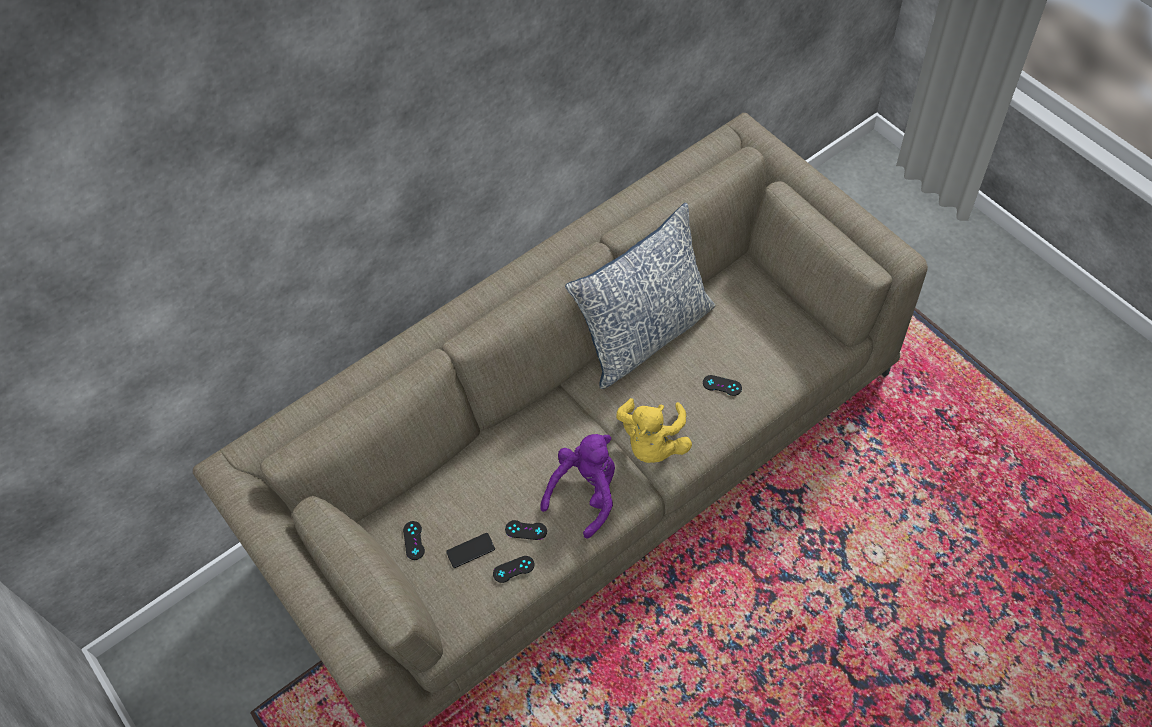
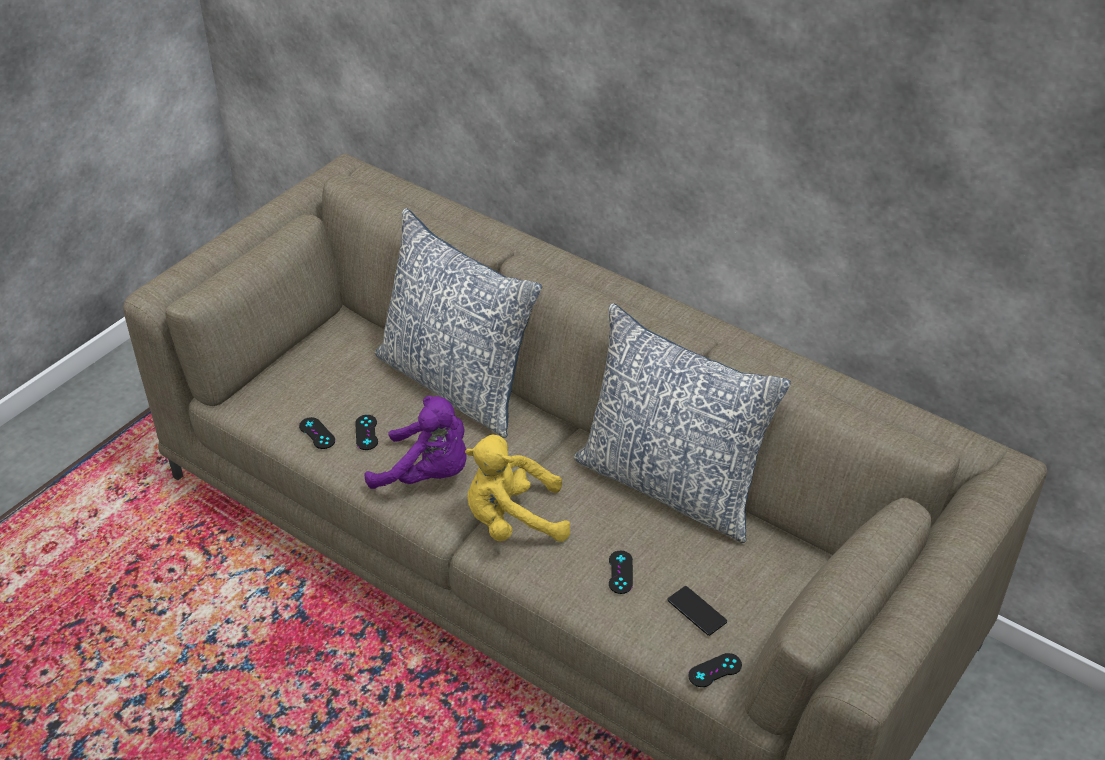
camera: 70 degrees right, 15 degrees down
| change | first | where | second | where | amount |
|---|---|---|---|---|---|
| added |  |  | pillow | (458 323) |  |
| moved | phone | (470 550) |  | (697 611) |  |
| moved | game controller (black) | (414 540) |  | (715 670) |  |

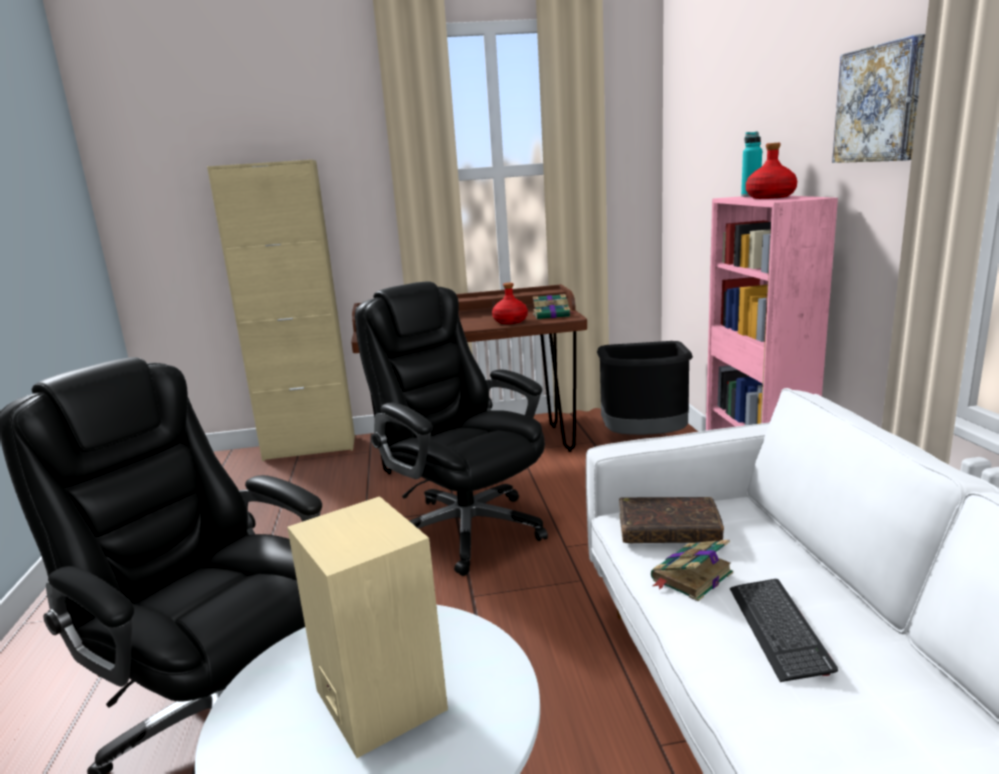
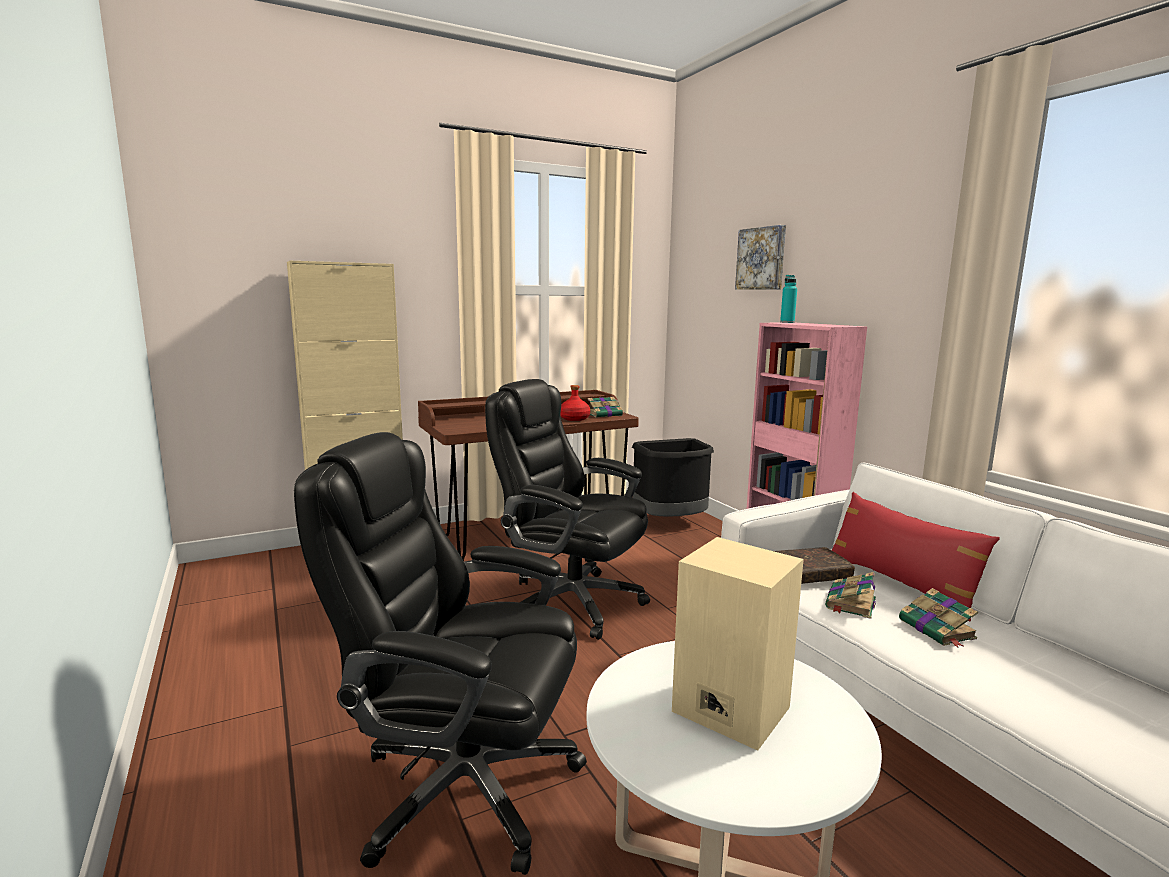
camera: 20 degrees left, 5 degrees down
| change | first | where | second | where | amount |
|---|---|---|---|---|---|
| moved | picture | (878 98) |  | (760 257) |  |
| added |  |  | pillow (red) | (916 556) |  |
| replaced | keyboard | (784 630) | book | (938 617) |  |
| removed | bottle (red) | (771 171) |  |  |  |

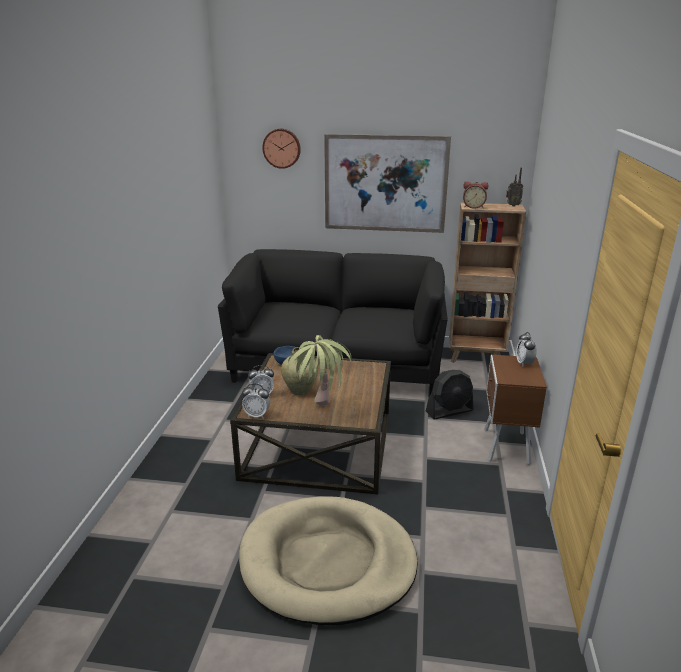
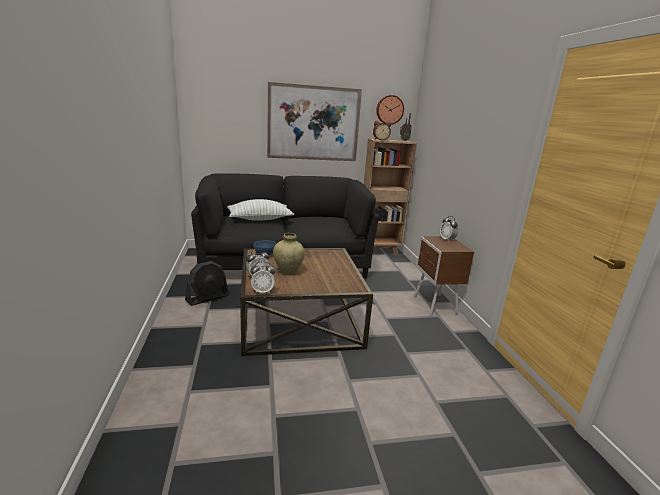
camera: 20 degrees left, 5 degrees down
| change | first | where | second | where | amount |
|---|---|---|---|---|---|
| moved | fan (black) | (450 395) |  | (207 283) |  |
| added |  |  | pillow | (260 210) |  |
| moved | wall clock | (281 149) |  | (390 110) |  |
| removed | dog bed (beige) | (328 560) |  |  |  |
| removed | potted plant | (319 370) |  |  |  |

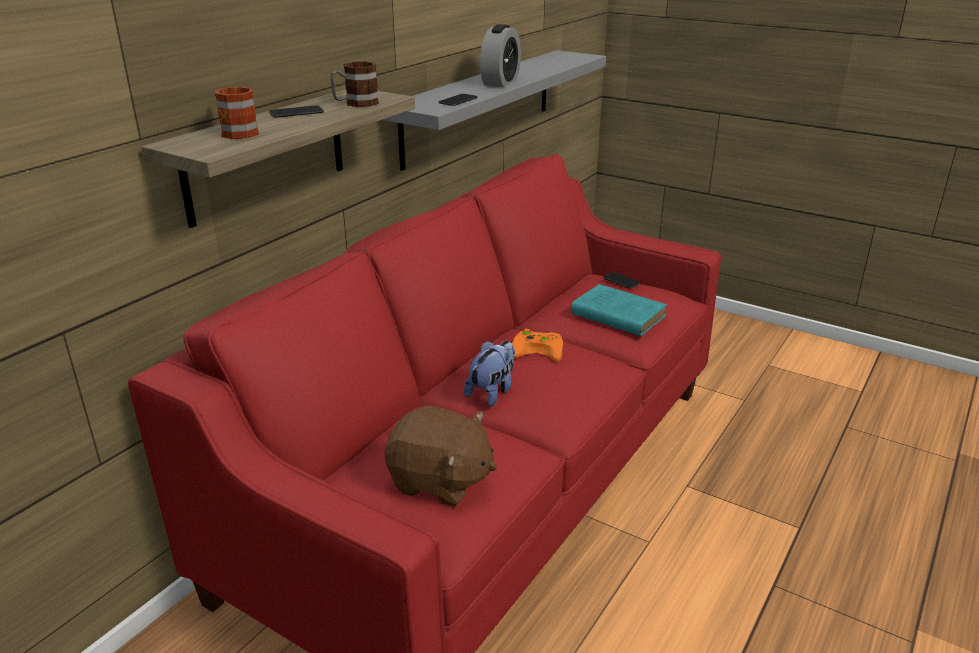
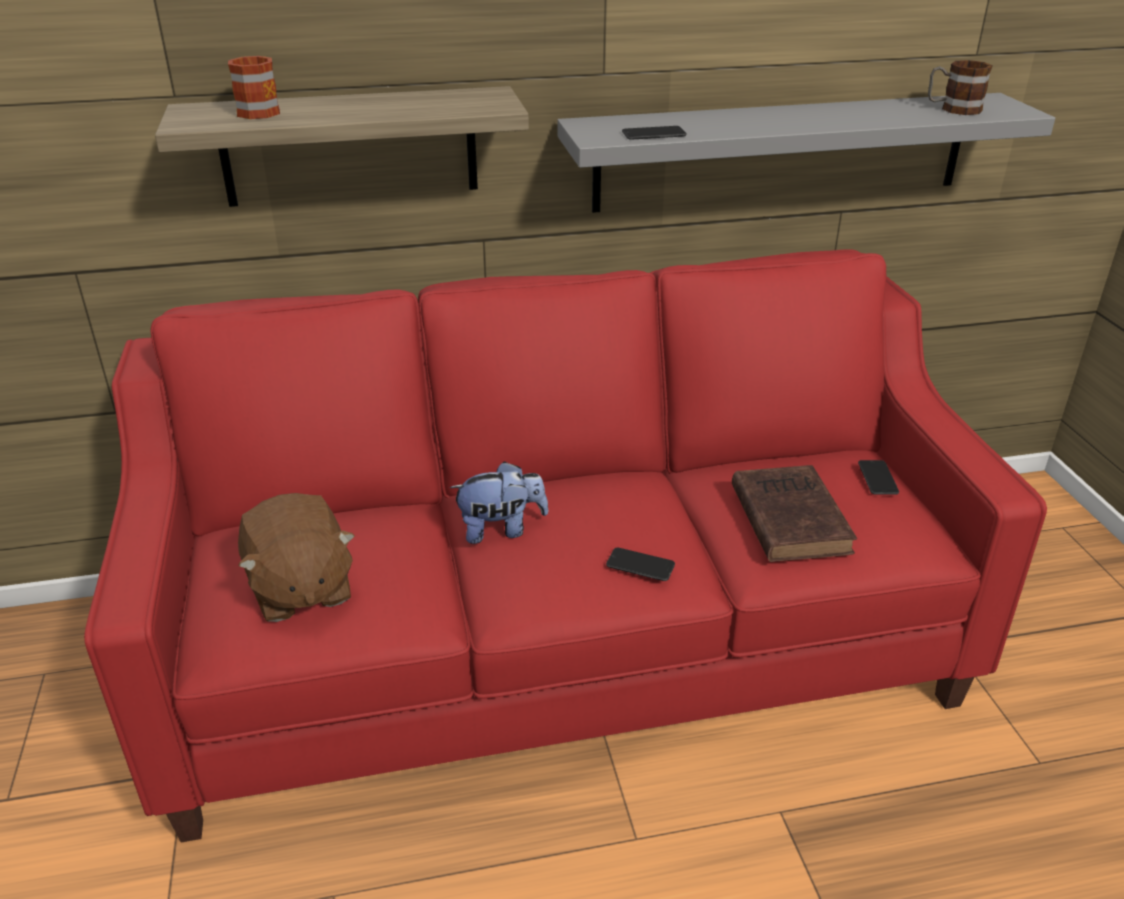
camera: 45 degrees right, 5 degrees up
| change | first | where | second | where | amount |
|---|---|---|---|---|---|
| moved | phone | (296 111) |  | (640 564) |  |
| recoloured | book (turquoise) | (619 310) | book (brown) | (794 513) |  |
| moved | mug | (354 84) |  | (960 87) |  |
| removed | alarm clock | (500 55) |  |  |  |
| removed | game controller (orange) | (537 345) |  |  |  |

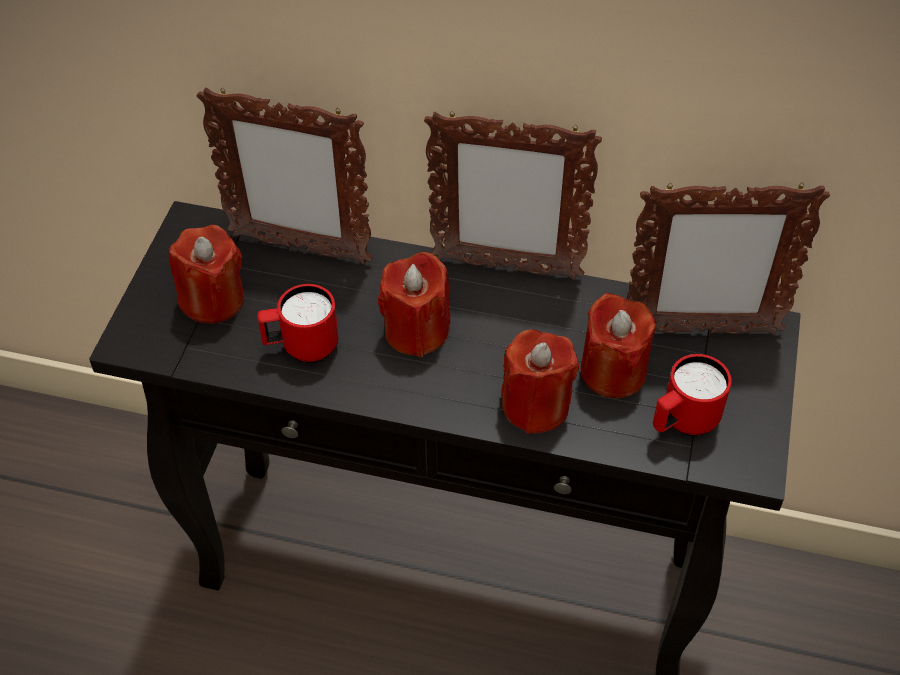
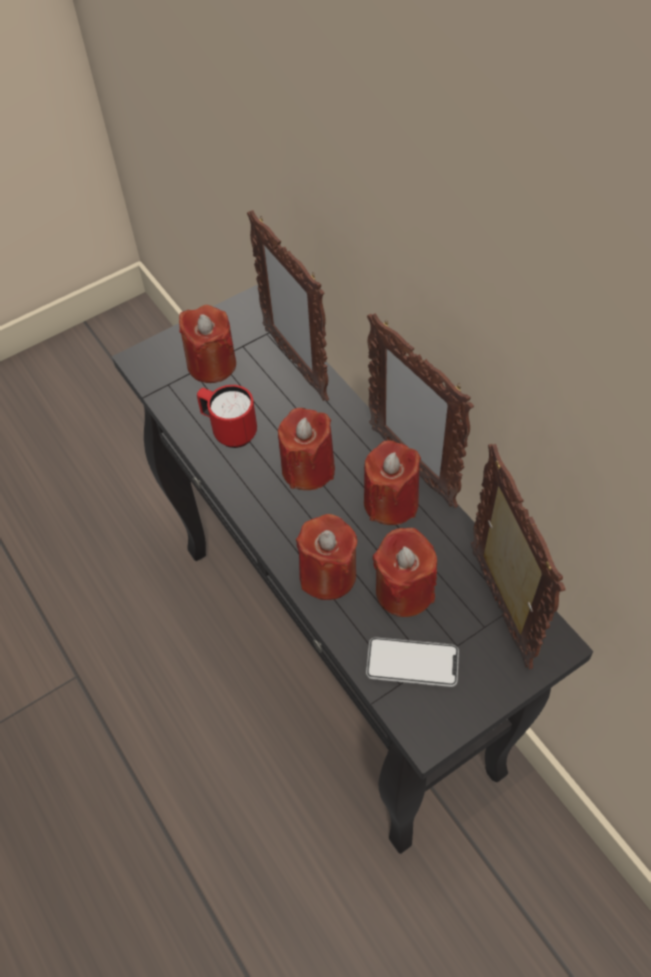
camera: 45 degrees right, 5 degrees up
| change | first | where | second | where | amount |
|---|---|---|---|---|---|
| added |  |  | candle (red) | (392 482) |  |
| replaced | mug (red) | (692 395) | phone | (412 662) |  |
| turned | picture frame | (728 258) |  | (518 557) | 150 degrees counterclockwise |

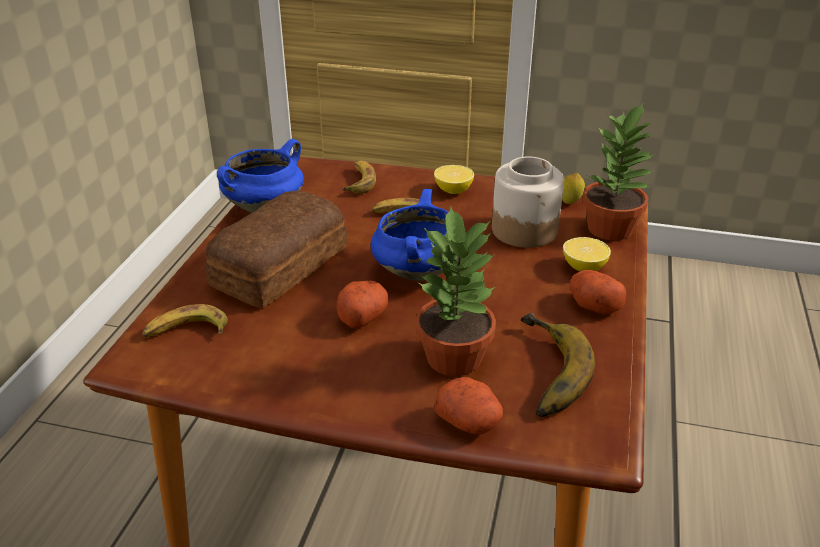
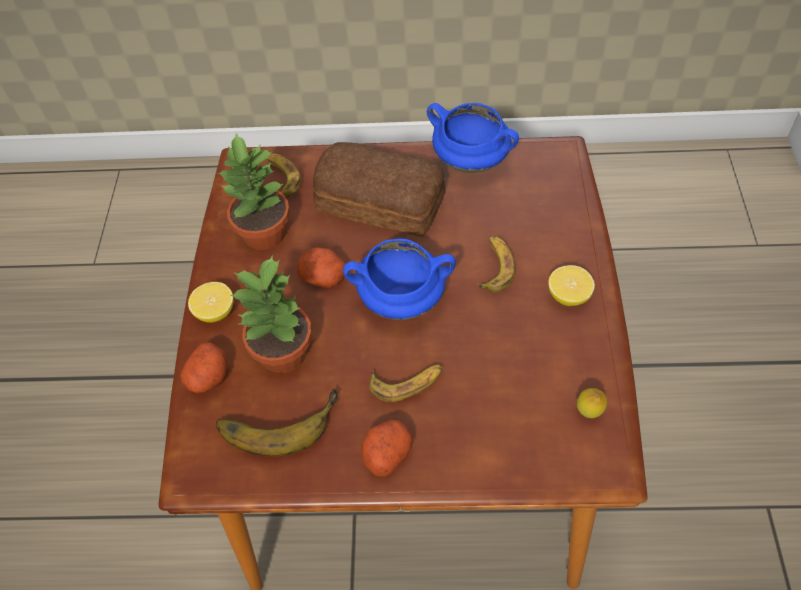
camera: 80 degrees right, 20 degrees up
| change | first | where | second | where | amount |
|---|---|---|---|---|---|
| moved | lemon | (587 254) |  | (211 302) |  |
| moved | potted plant | (618 171) |  | (254 191) |  |
| moved | banana | (359 177) |  | (405 383) |  |
| removed | jar | (528 202) |  |  |  |

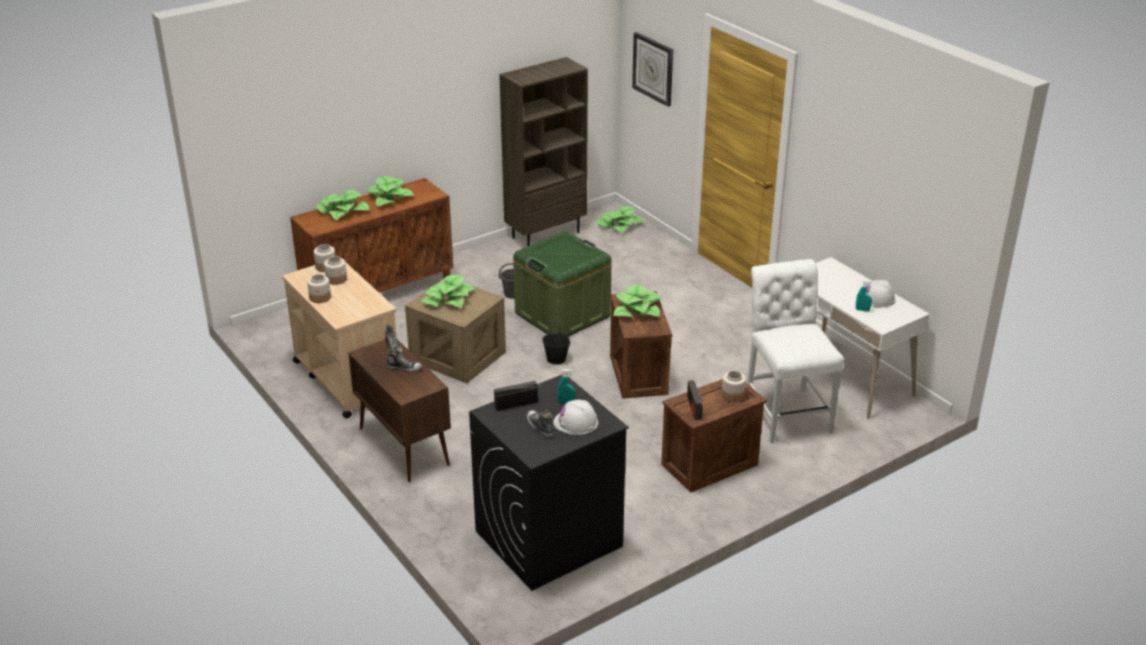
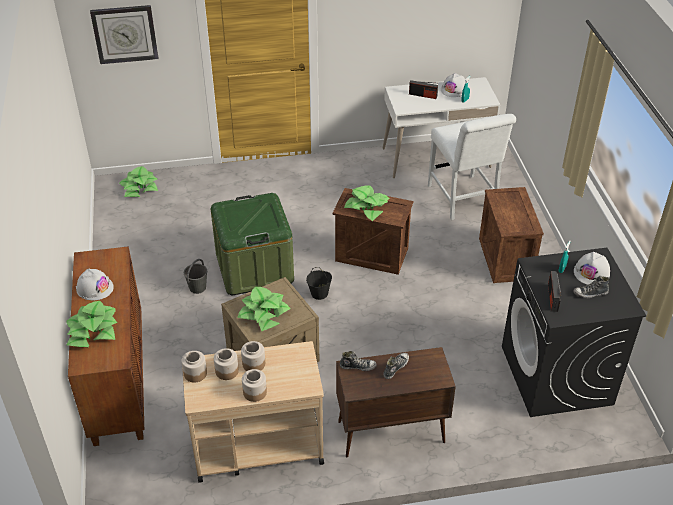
camera: 65 degrees left, 10 degrees up
| change | first | where | second | where | amount |
|---|---|---|---|---|---|
| replaced | potted plant | (391 191) | hard hat (white) | (95 284) |  |
| moved | jar | (733 386) |  | (253 356) |  |
| moved | radio | (695 400) |  | (423 89) |  |
| turned | chair (white) | (795 351) |  | (472 167) | 120 degrees counterclockwise |
| removed | bookcase (brown) | (543 151) |  |  |  |

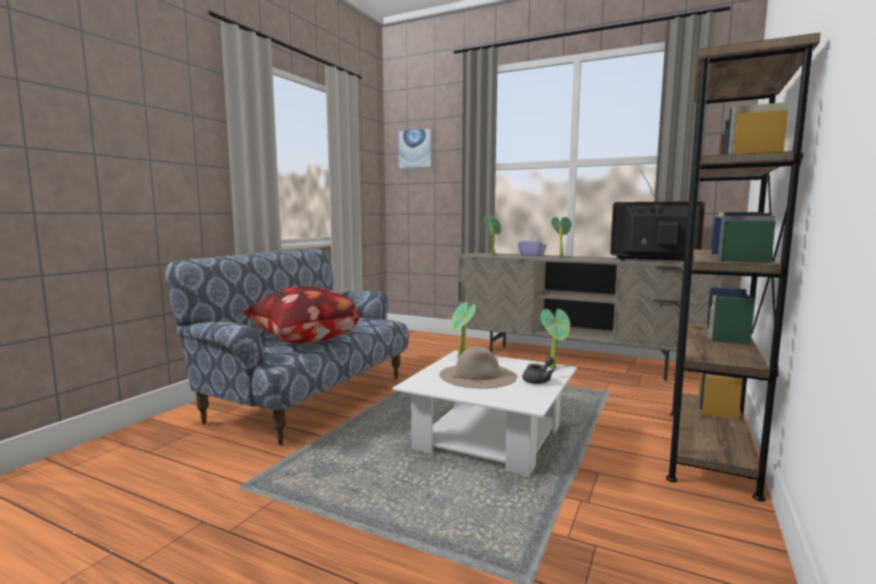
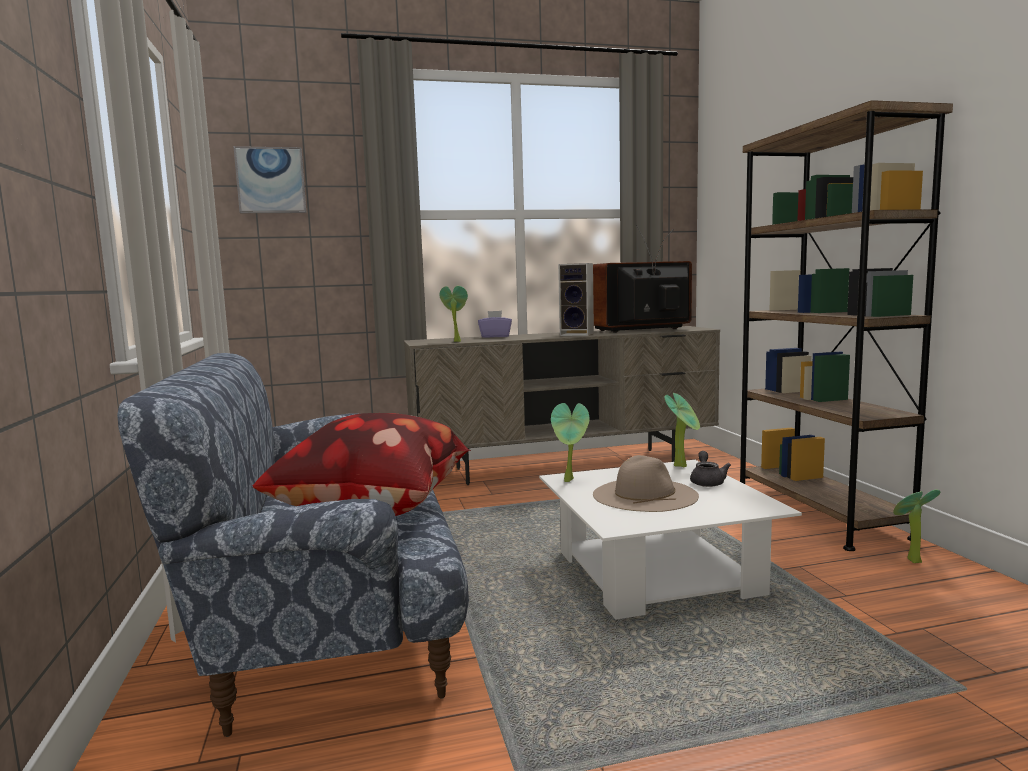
camera: 40 degrees left, 0 degrees up
| change | first | where | second | where | amount |
|---|---|---|---|---|---|
| added |  |  | speaker | (576 299) |  |
| moved | potted plant | (561 237) |  | (916 526) |  |

